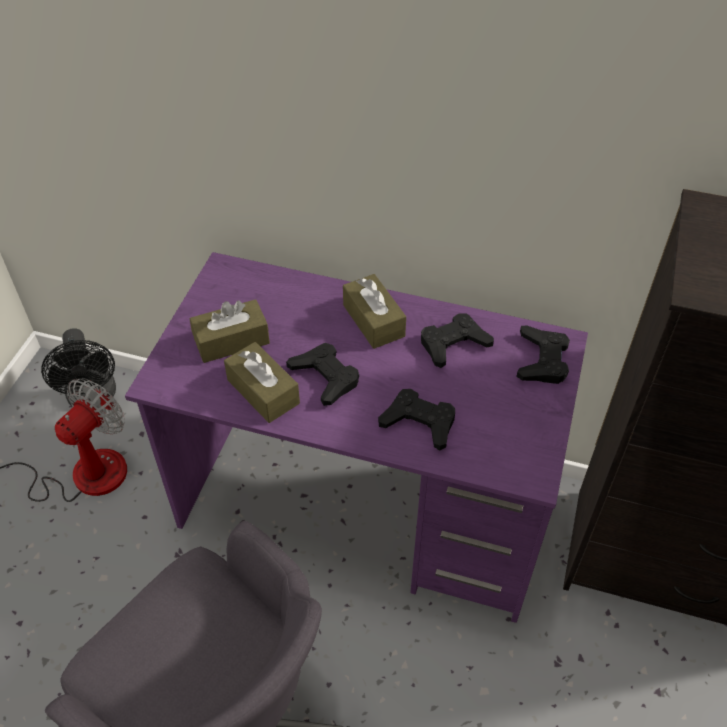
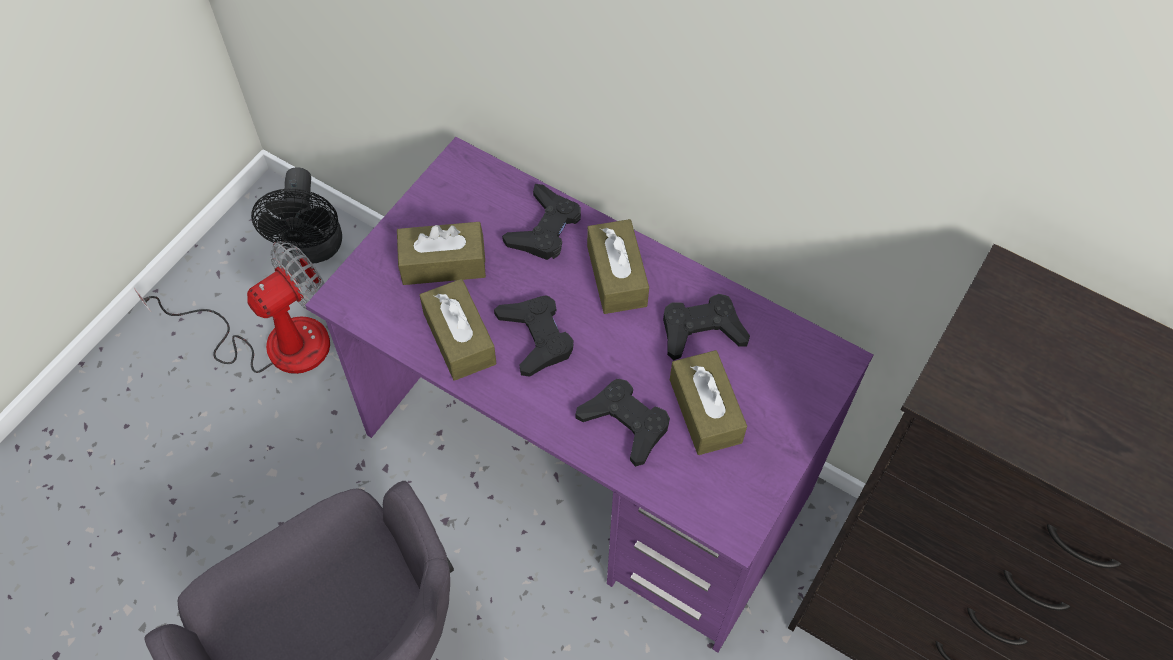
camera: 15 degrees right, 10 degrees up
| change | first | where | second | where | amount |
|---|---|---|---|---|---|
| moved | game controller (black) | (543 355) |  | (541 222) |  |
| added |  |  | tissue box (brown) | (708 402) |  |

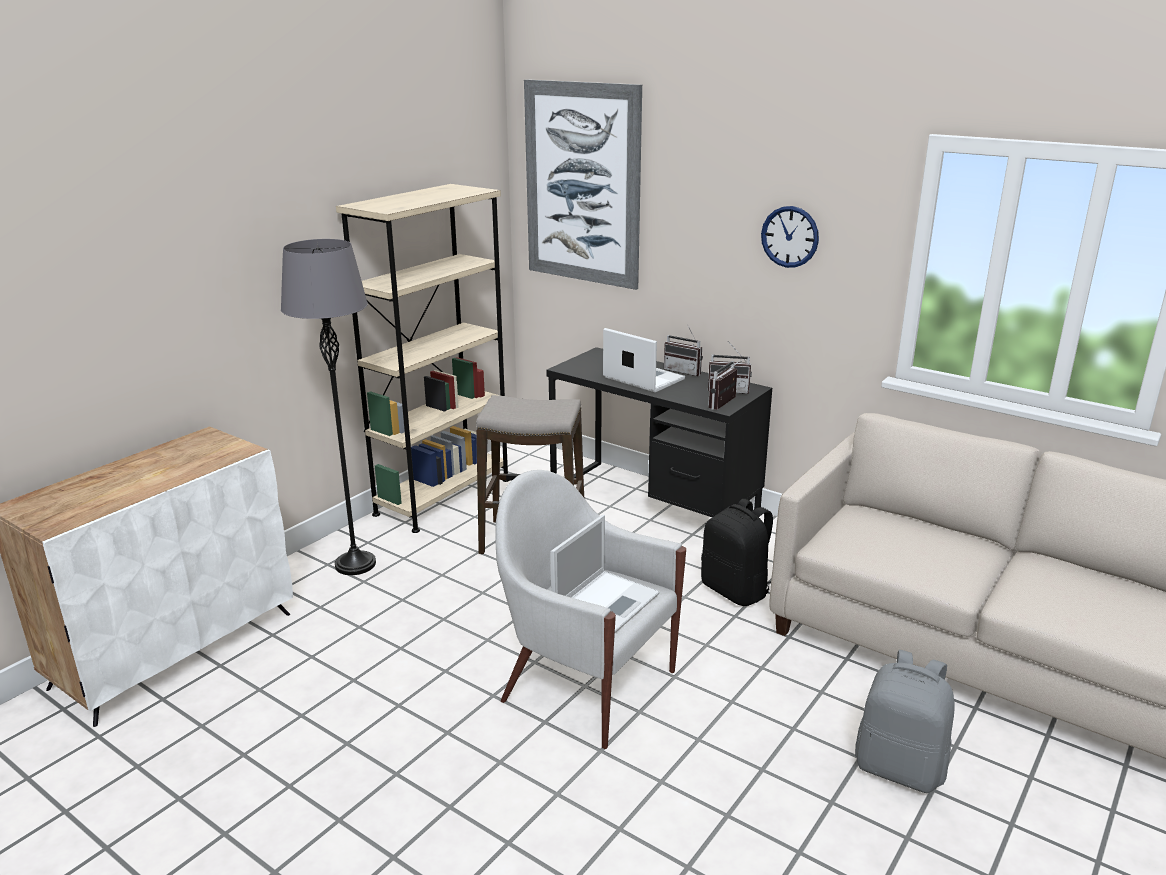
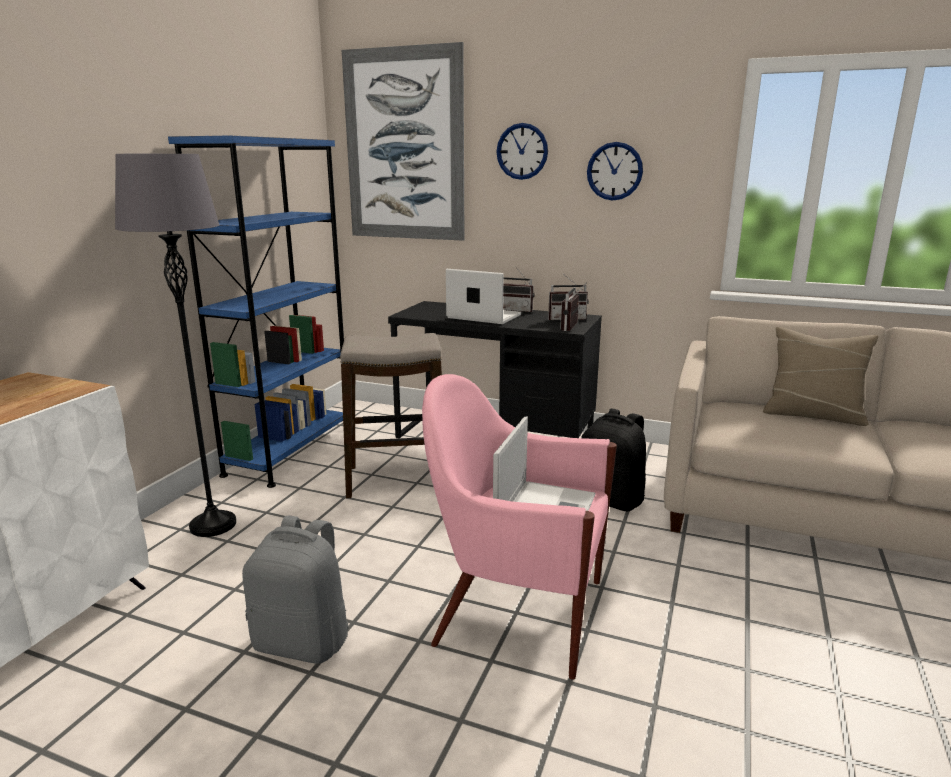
camera: 15 degrees left, 5 degrees down
| change | first | where | second | where | amount |
|---|---|---|---|---|---|
| recoloured | bookcase (beige) | (423 358) | bookcase (blue) | (256 311) |  |
| moved | backpack (grey) | (905 721) |  | (295 589) |  |
| recoloured | armchair (white) | (590 609) | armchair (pink) | (519 527) |  |
| added |  |  | wall clock | (522 151) |  |
| added |  |  | pillow (beige) | (820 376) |  |

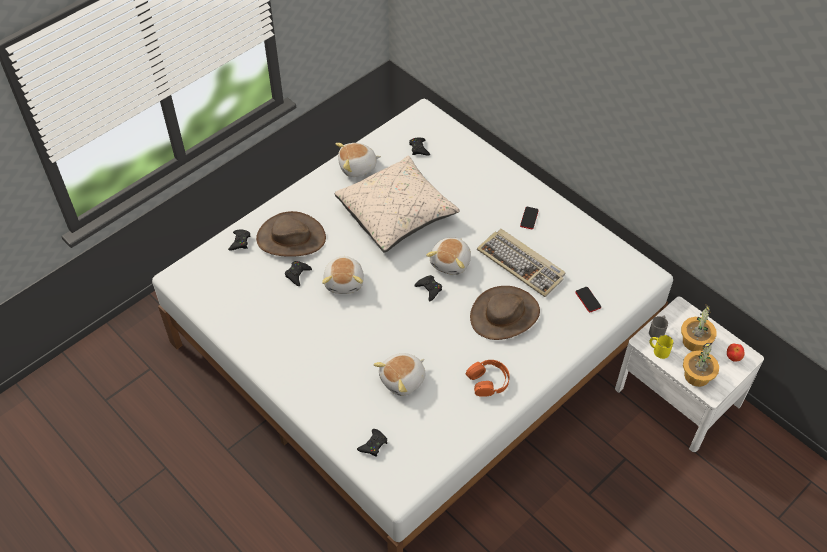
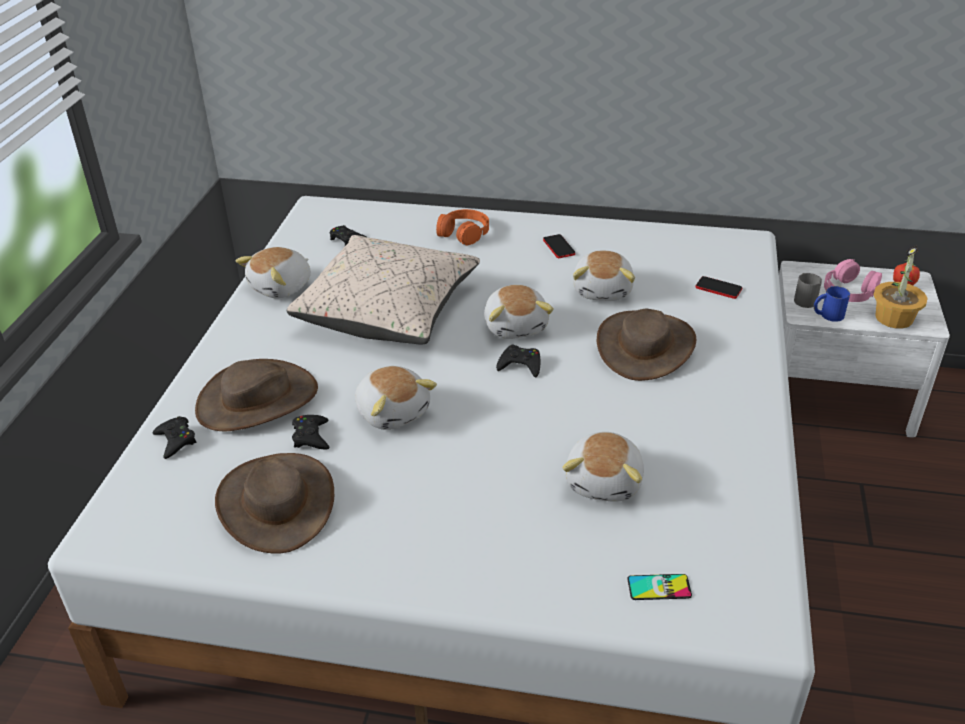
camera: 35 degrees left, 15 degrees down
| change | first | where | second | where | amount |
|---|---|---|---|---|---|
| added |  |  | hat (brown) | (274 503) |  |
| moved | headphones (orange) | (488 378) |  | (462 227) |  |
| replaced | keyboard | (521 263) | plush toy | (604 276) |  |
| replaced | game controller (black) | (372 443) | phone | (659 587) |  |
| recoloured | mug (yellow) | (661 347) | mug (blue) | (832 304) |  |
| replaced | potted plant | (699 327) | headphones (pink) | (853 280) |  |

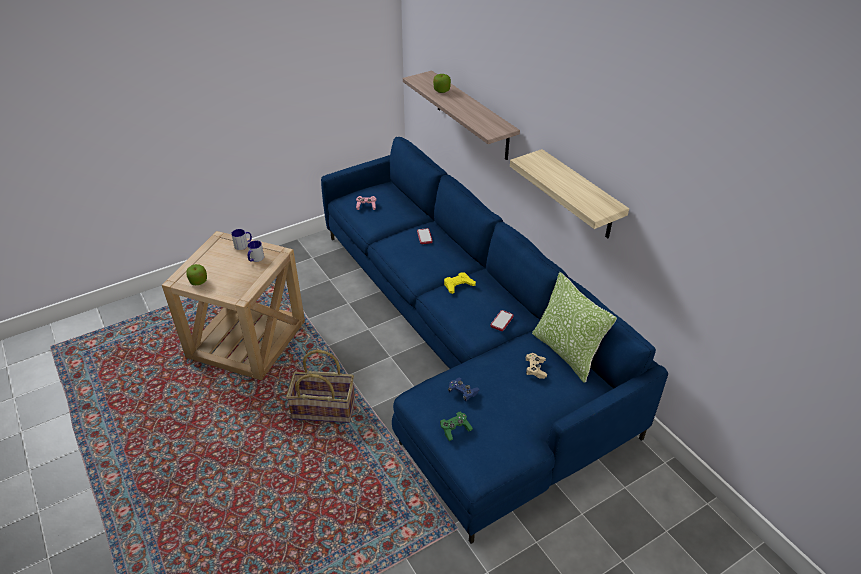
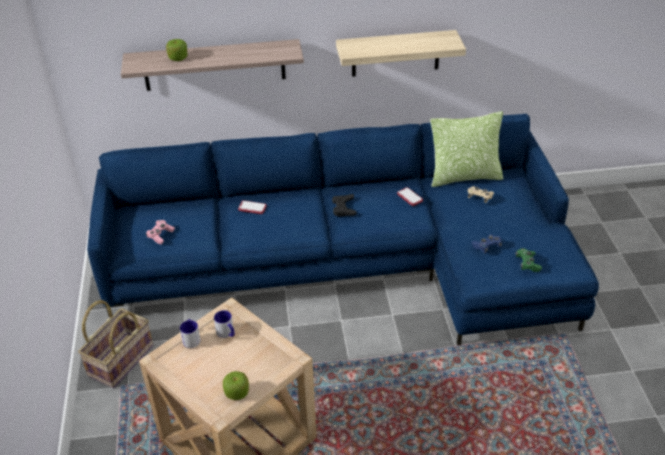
camera: 65 degrees left, 0 degrees up
| change | first | where | second | where | amount |
|---|---|---|---|---|---|
| moved | basket | (320 386) |  | (115 344) |  |
| recoloured | game controller (yellow) | (460 283) | game controller (black) | (344 205) |  |

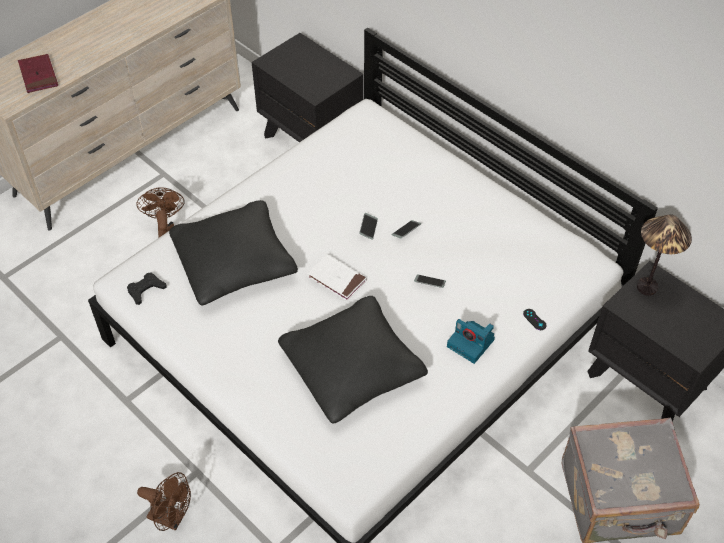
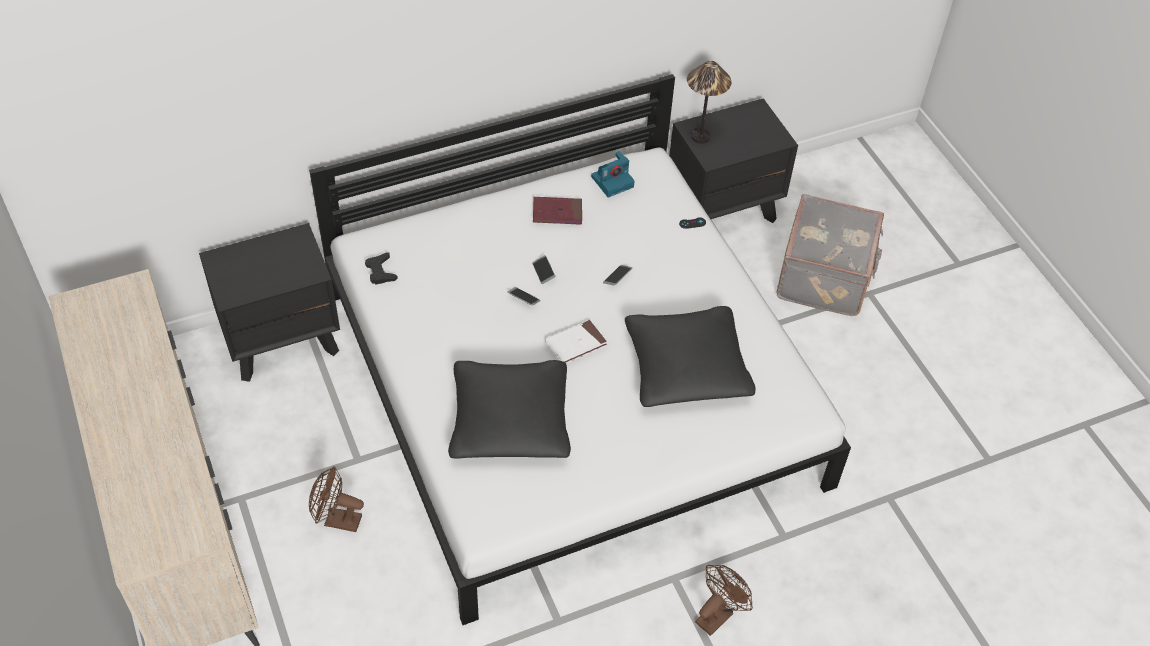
camera: 70 degrees left, 0 degrees up
| change | first | where | second | where | amount |
|---|---|---|---|---|---|
| moved | game controller (black) | (147 288) |  | (381 268) |  |
| moved | book (red) | (38 73) |  | (557 211) |  |
| moved | photo camera | (471 341) |  | (612 174) |  |

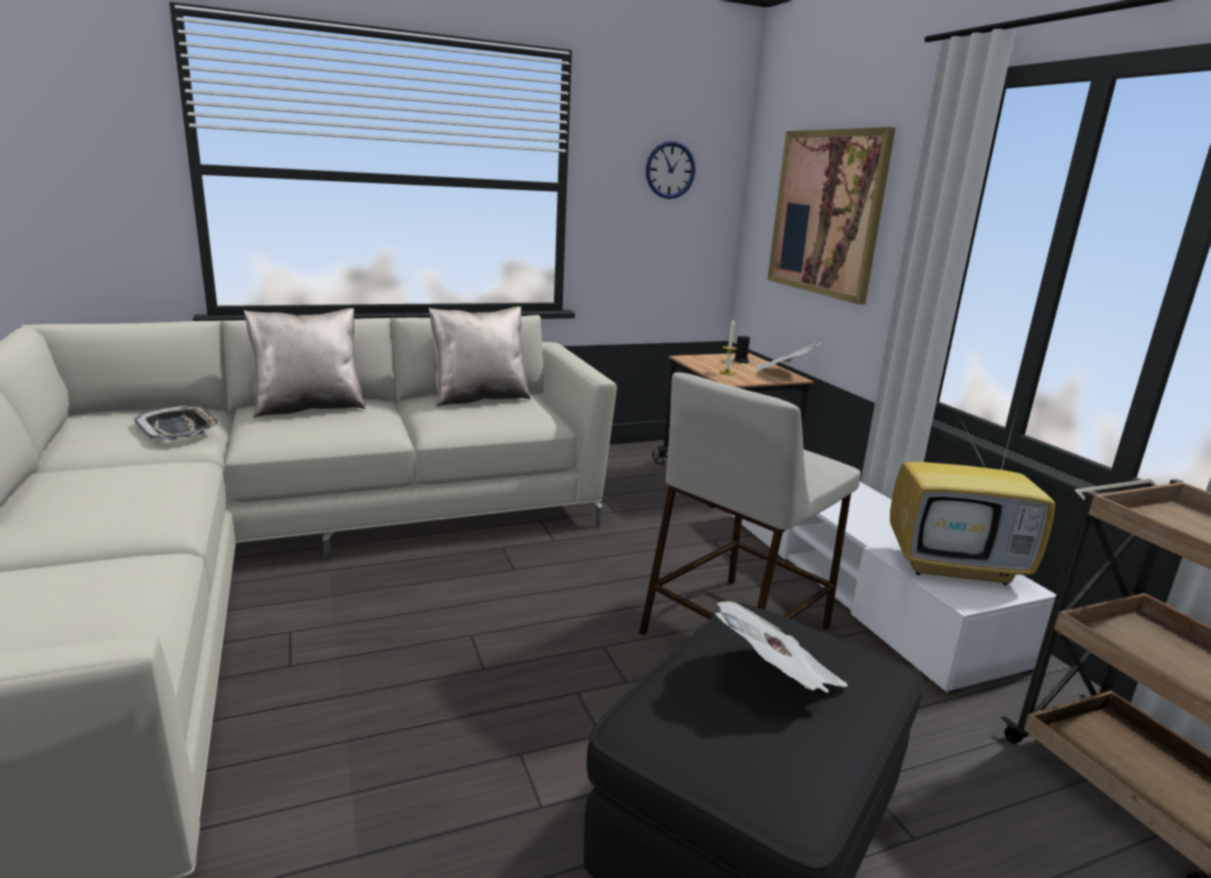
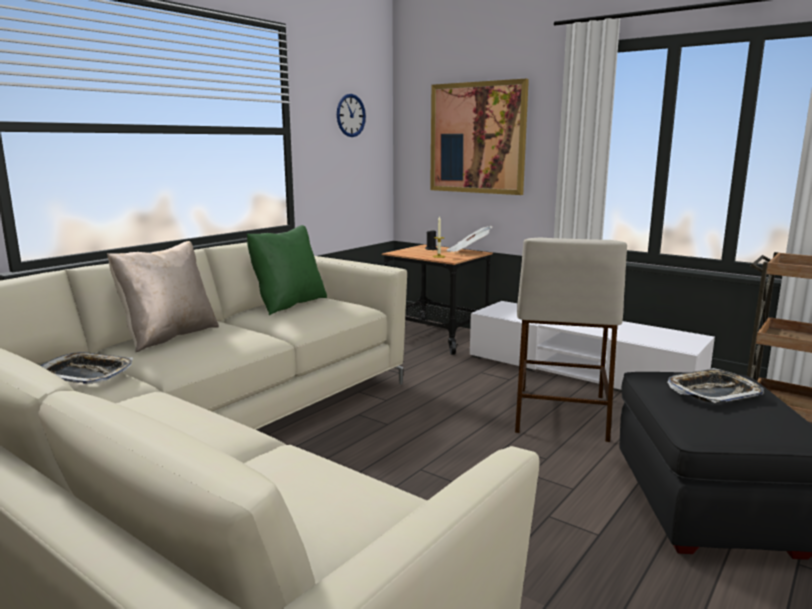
camera: 30 degrees left, 5 degrees down
| change | first | where | second | where | amount |
|---|---|---|---|---|---|
| recoloured | pillow (beige) | (480 356) | pillow (green) | (287 270) |  |
| replaced | newspaper | (781 647) | tray | (715 385) |  |
| removed | television | (972 495) |  |  |  |

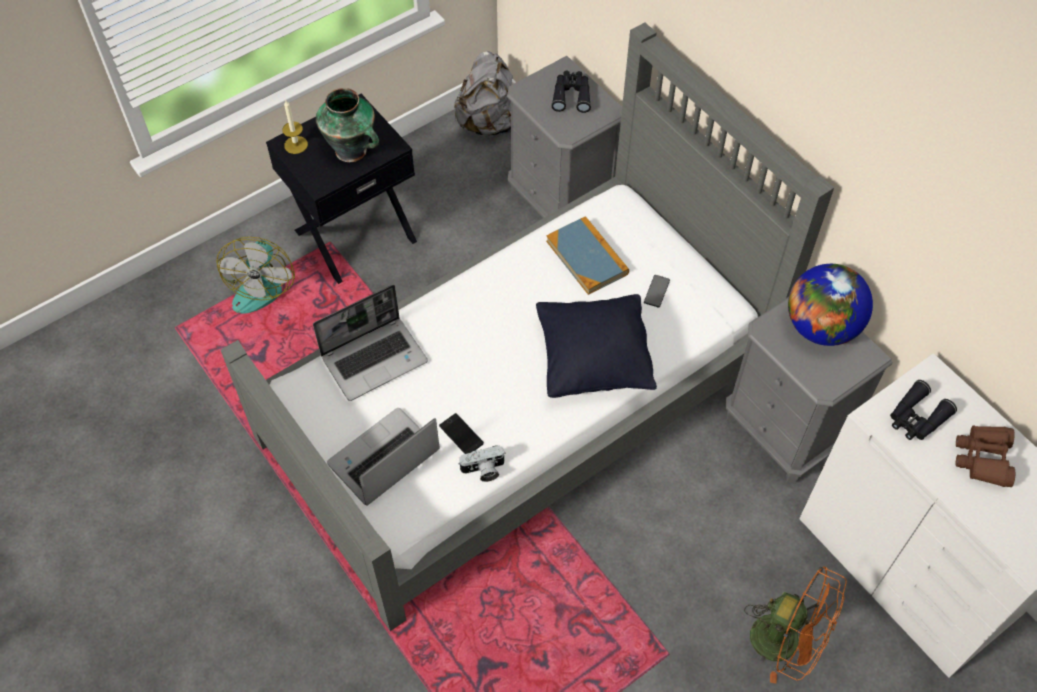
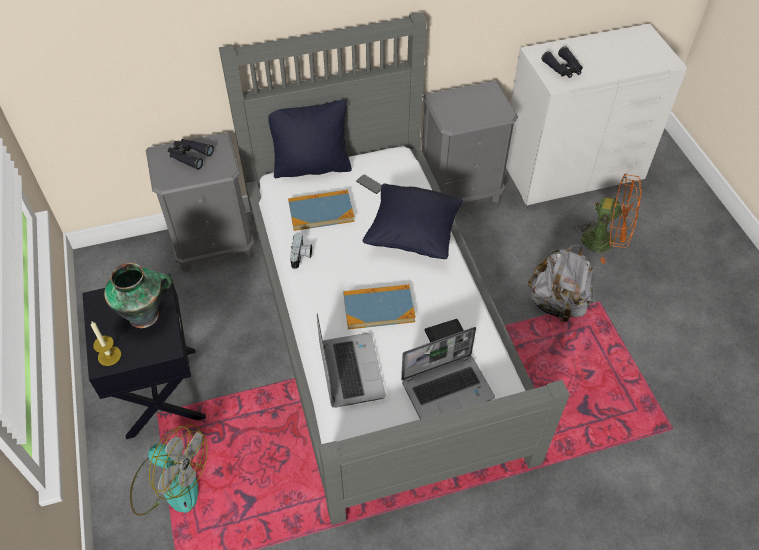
camera: 70 degrees left, 5 degrees down
| change | first | where | second | where | amount |
|---|---|---|---|---|---|
| added |  |  | pillow (black) | (310 139) |  |
| moved | photo camera | (481 463) |  | (301 251) |  |
| added |  |  | book | (379 306) |  |
| turned | laptop | (383 457) |  | (448 373) | 90 degrees counterclockwise |
| moved | backpack (grey) | (483 93) |  | (560 284) |  |
| turned | fan (orange) | (795 625) |  | (607 218) | 60 degrees clockwise |
| removed | globe | (830 305) |  |  |  |
| removed | binoculars (brown) | (985 456) |  |  |  |

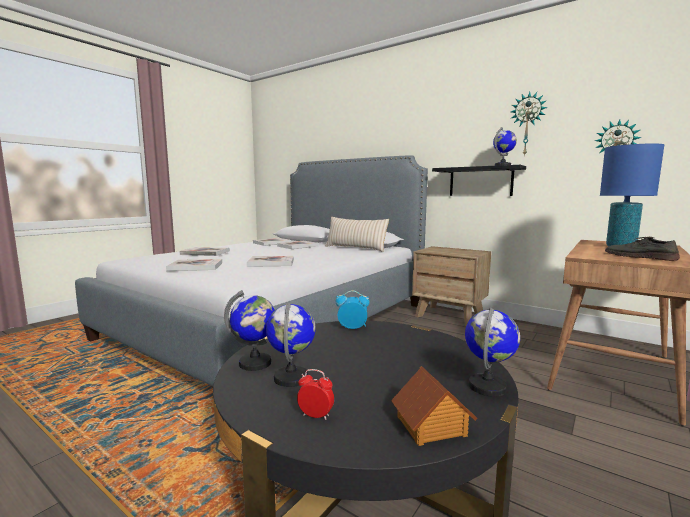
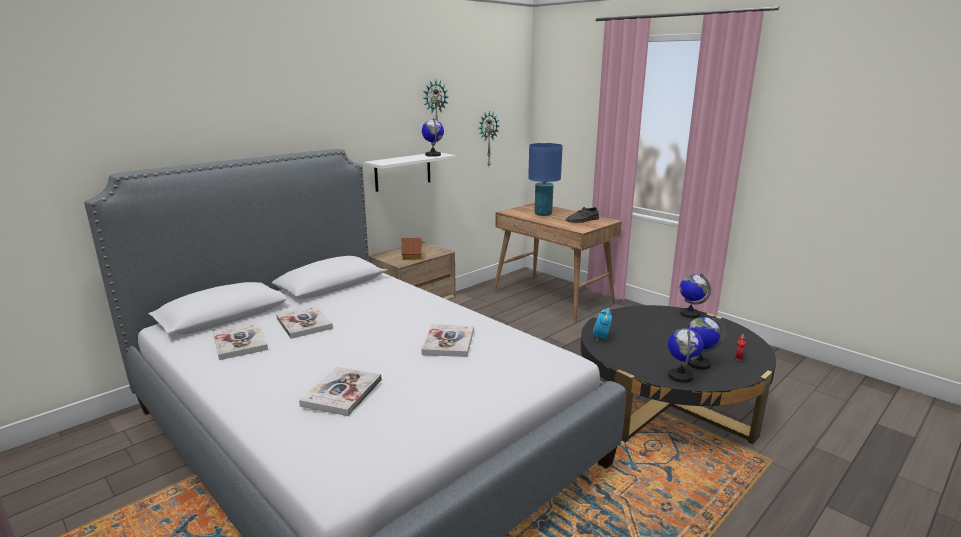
camera: 80 degrees left, 10 degrees up
| change | first | where | second | where | amount |
|---|---|---|---|---|---|
| recoloured | shelf (black) | (479 180) | shelf (white) | (410 172) |  |
| moved | toy house | (434 406) |  | (411 249) |  |
| removed | book | (194 265) |  |  |  |
| removed | pillow (beige) | (357 234) |  |  |  |

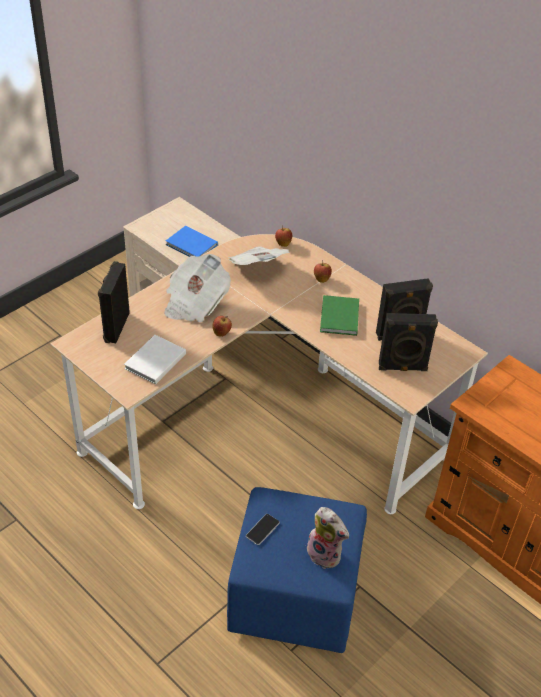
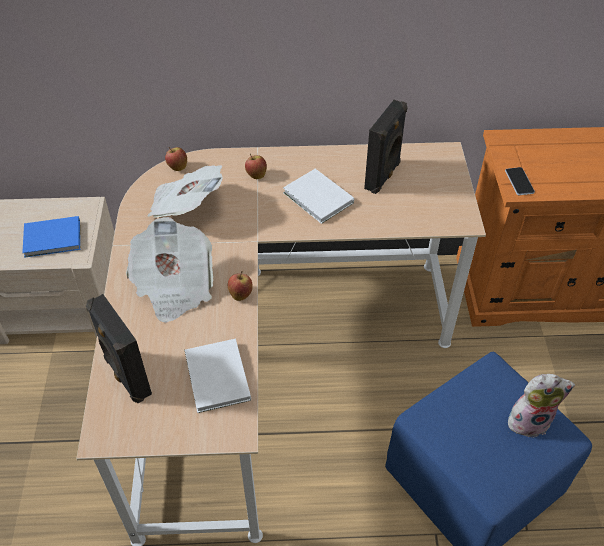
camera: 45 degrees left, 5 degrees up
| change | first | where | second | where | amount |
|---|---|---|---|---|---|
| recoloured | book (green) | (339 315) | book (white) | (318 196) |  |
| moved | phone | (263 529) |  | (520 181) |  |
| removed | speaker (black) | (408 342) |  |  |  |

